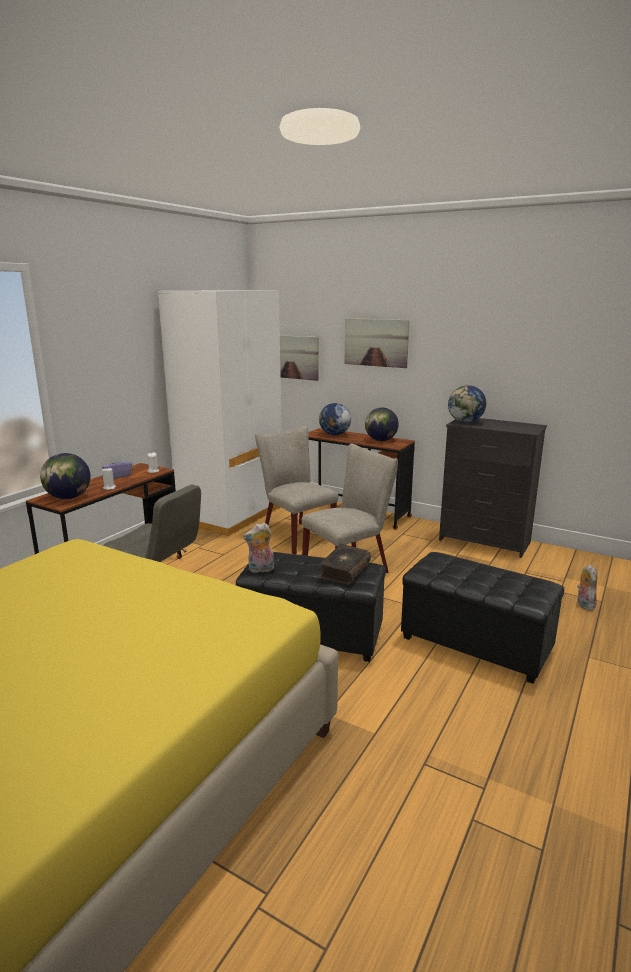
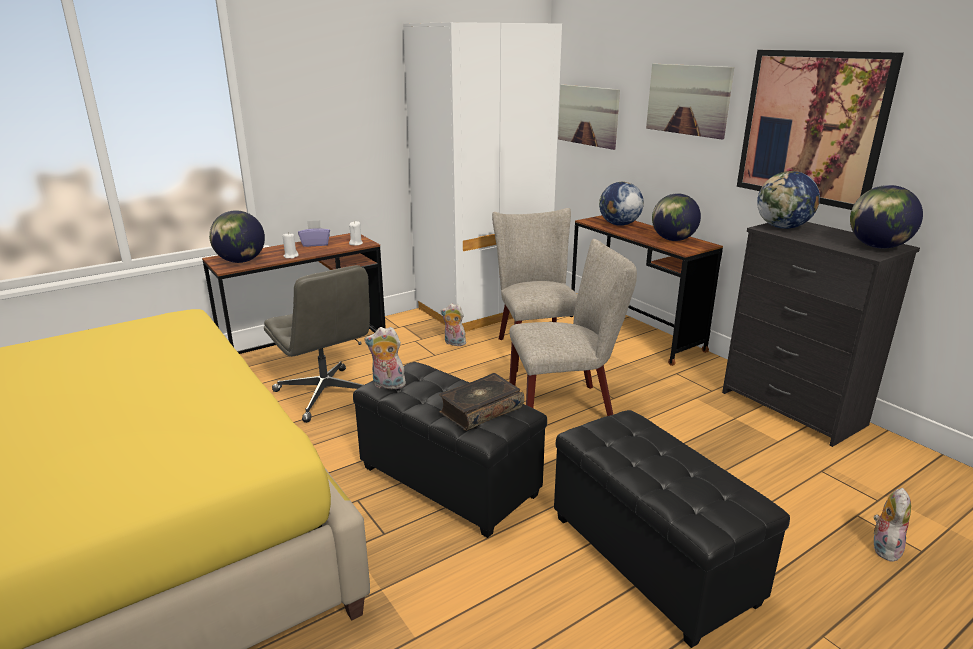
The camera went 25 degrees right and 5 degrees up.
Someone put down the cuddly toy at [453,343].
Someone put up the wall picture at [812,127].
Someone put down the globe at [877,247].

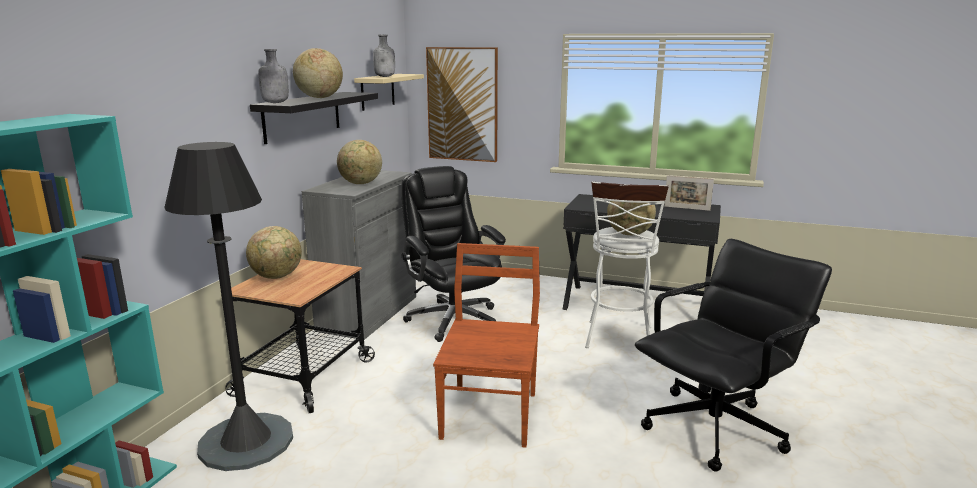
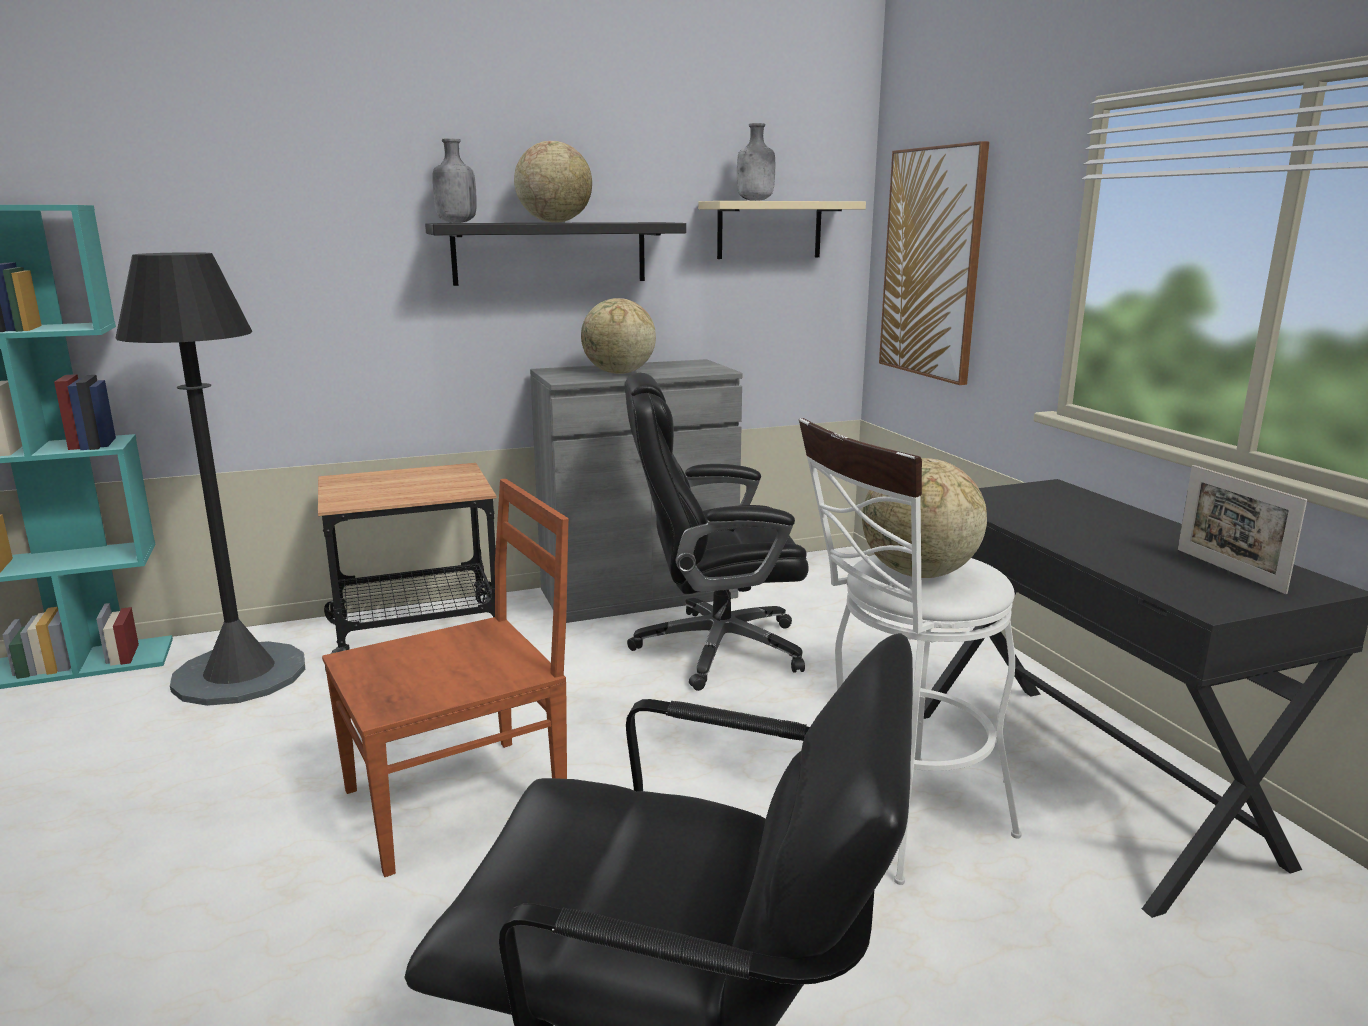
The camera went 50 degrees right and 0 degrees up.
Someone rotated the black desk chair at [453,319] by 120 degrees counterclockwise.
Someone took away the globe at [277,277].

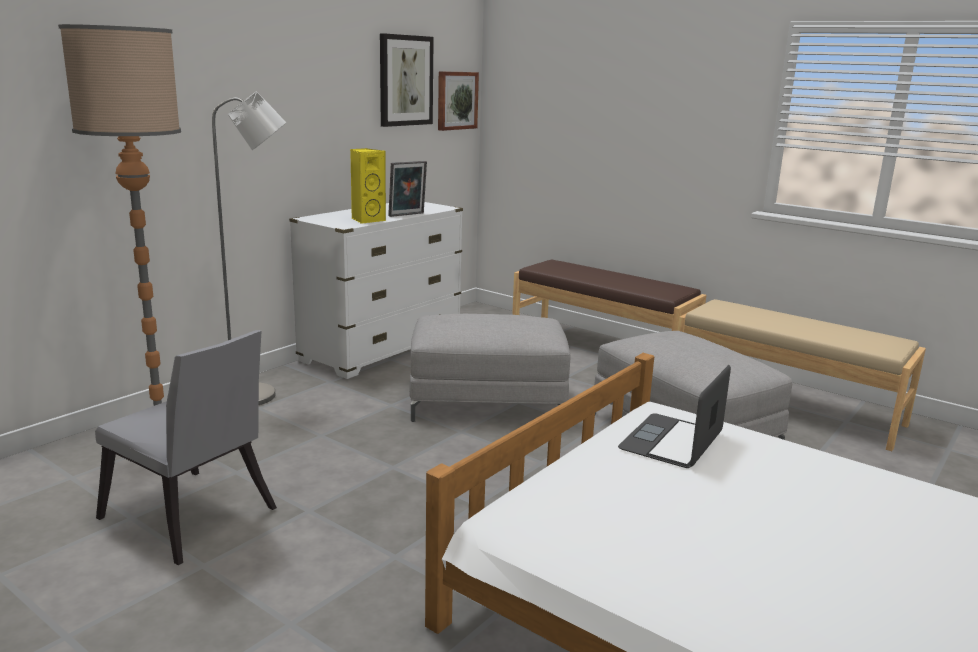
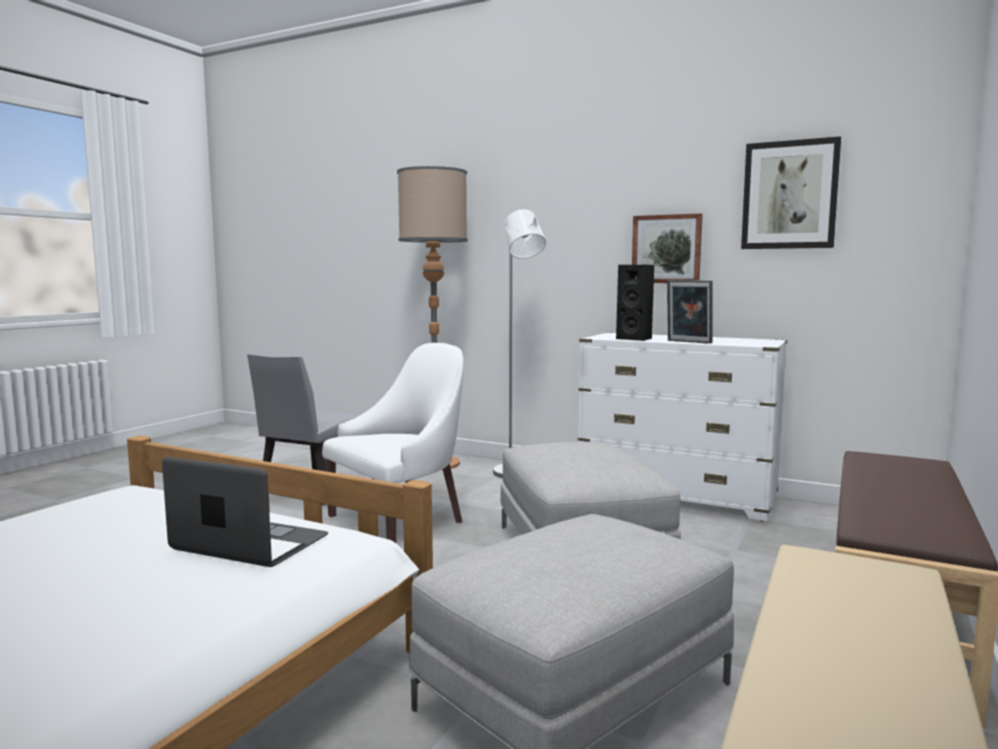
The camera went 80 degrees right and 10 degrees down.
Someone put down the white-coloured armchair at [400,520].
Someone repainted the yellowish speaker at [367,220], which became the black speaker at [636,339].
Someone carried the wall picture from [456,100] to [666,249].

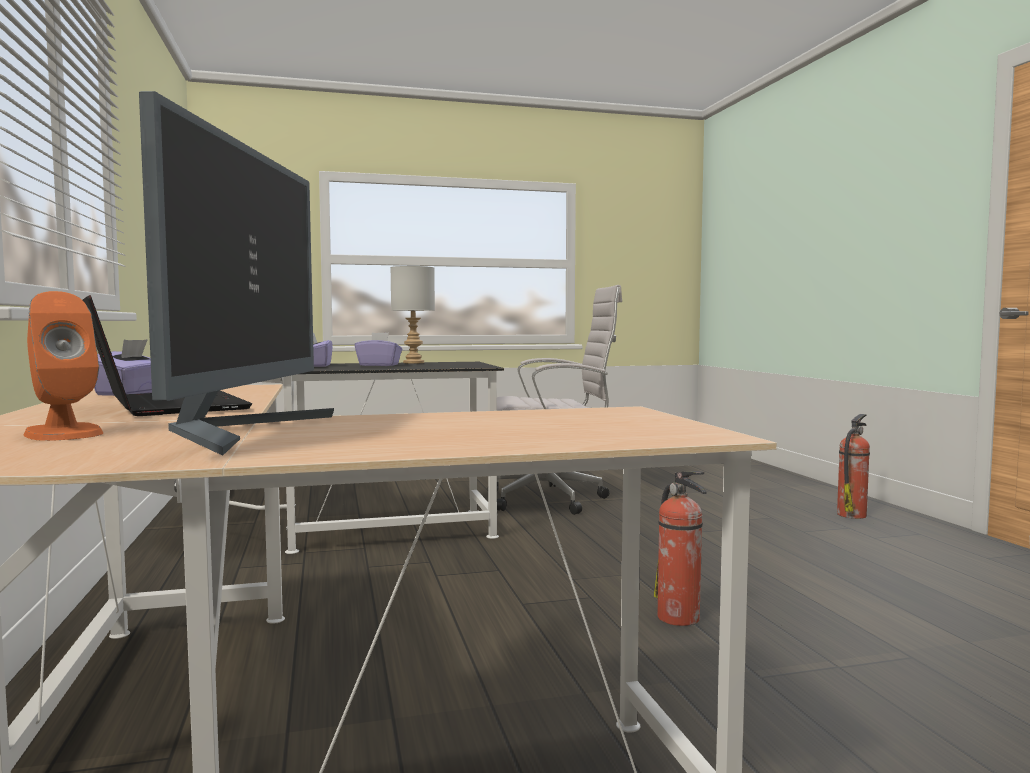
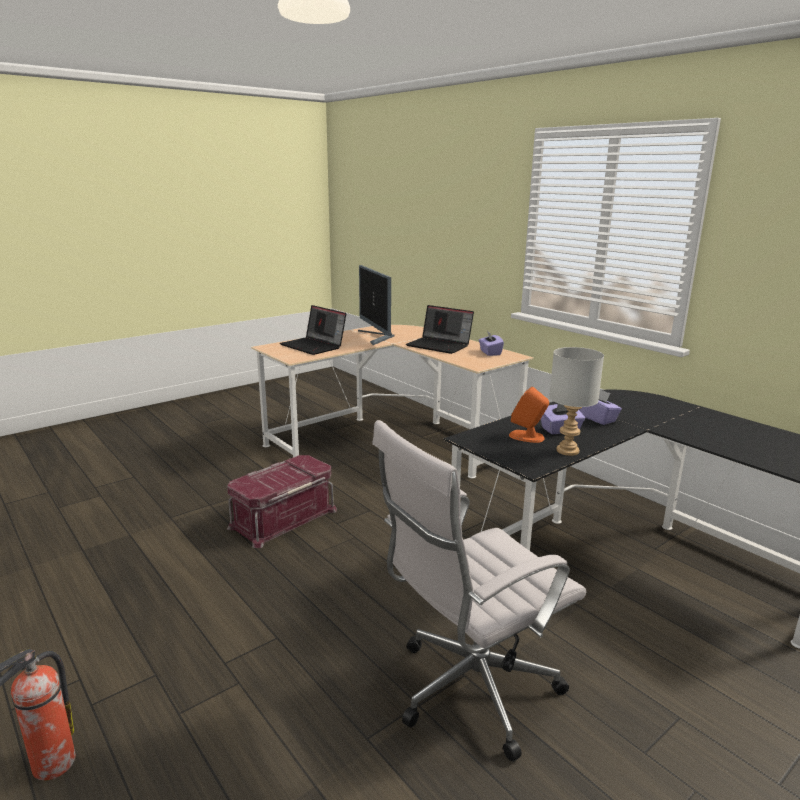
The camera went 155 degrees right and 15 degrees up.
Someone swapped the fire-fighting cylinder at [679,618] for the reddish storage container at [282,518].
Someone put down the notebook computer at [314,346].
Someone carried the orange-coloured speaker from [63,433] to [527,437].

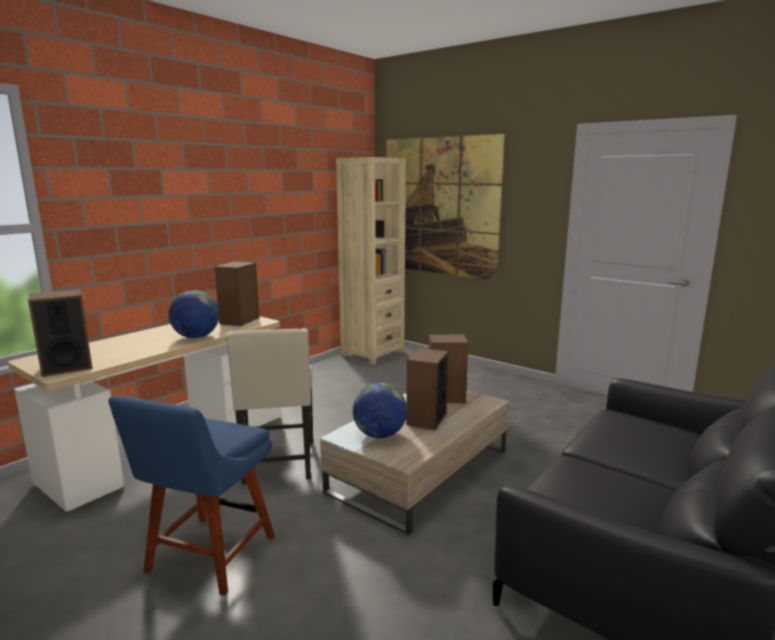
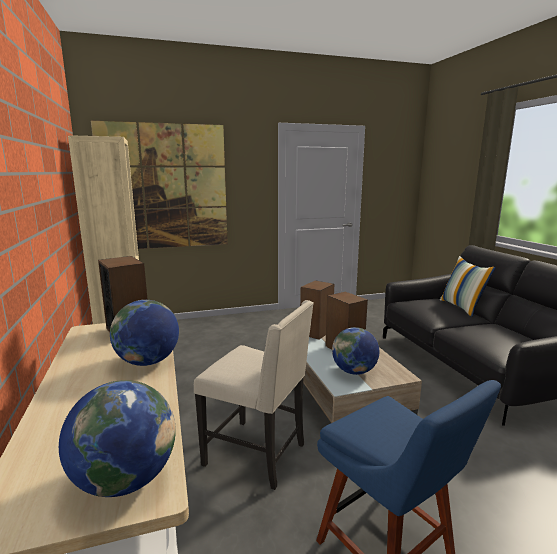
The camera went 55 degrees left and 0 degrees up.
Someone swapped the speaker at [67,367] for the globe at [125,480].
Someone put down the pillow at [462,307].

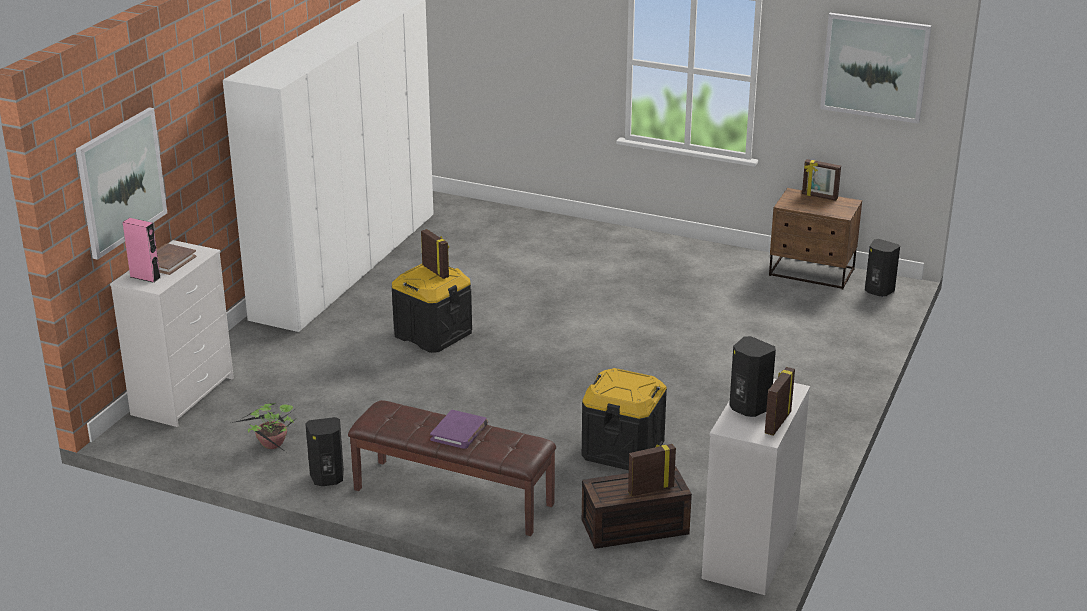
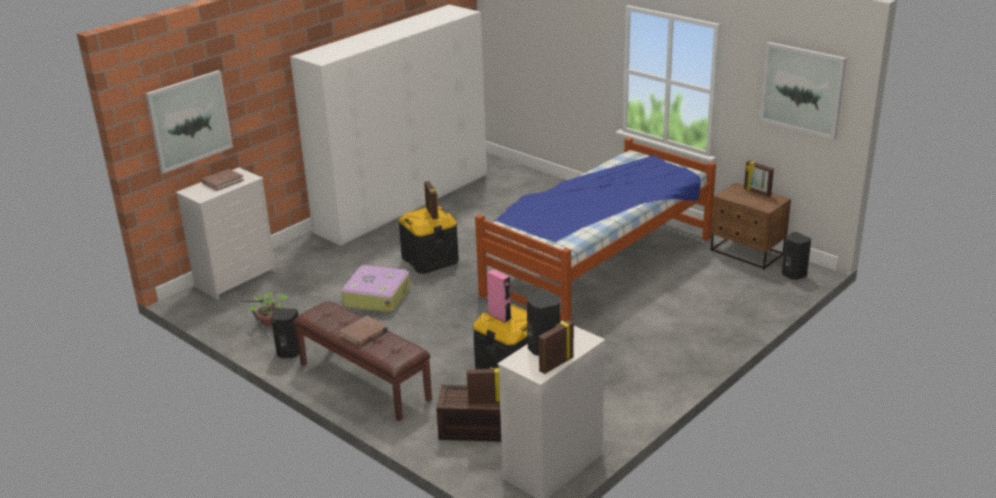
The camera went 20 degrees right and 0 degrees up.
Someone repainted the purplish volume at [459,432], which became the brownish volume at [364,333].
Someone put down the suitcase at [377,297].
Someone put down the bed at [598,265].
Someone carried the pink speaker from [145,277] to [499,316].

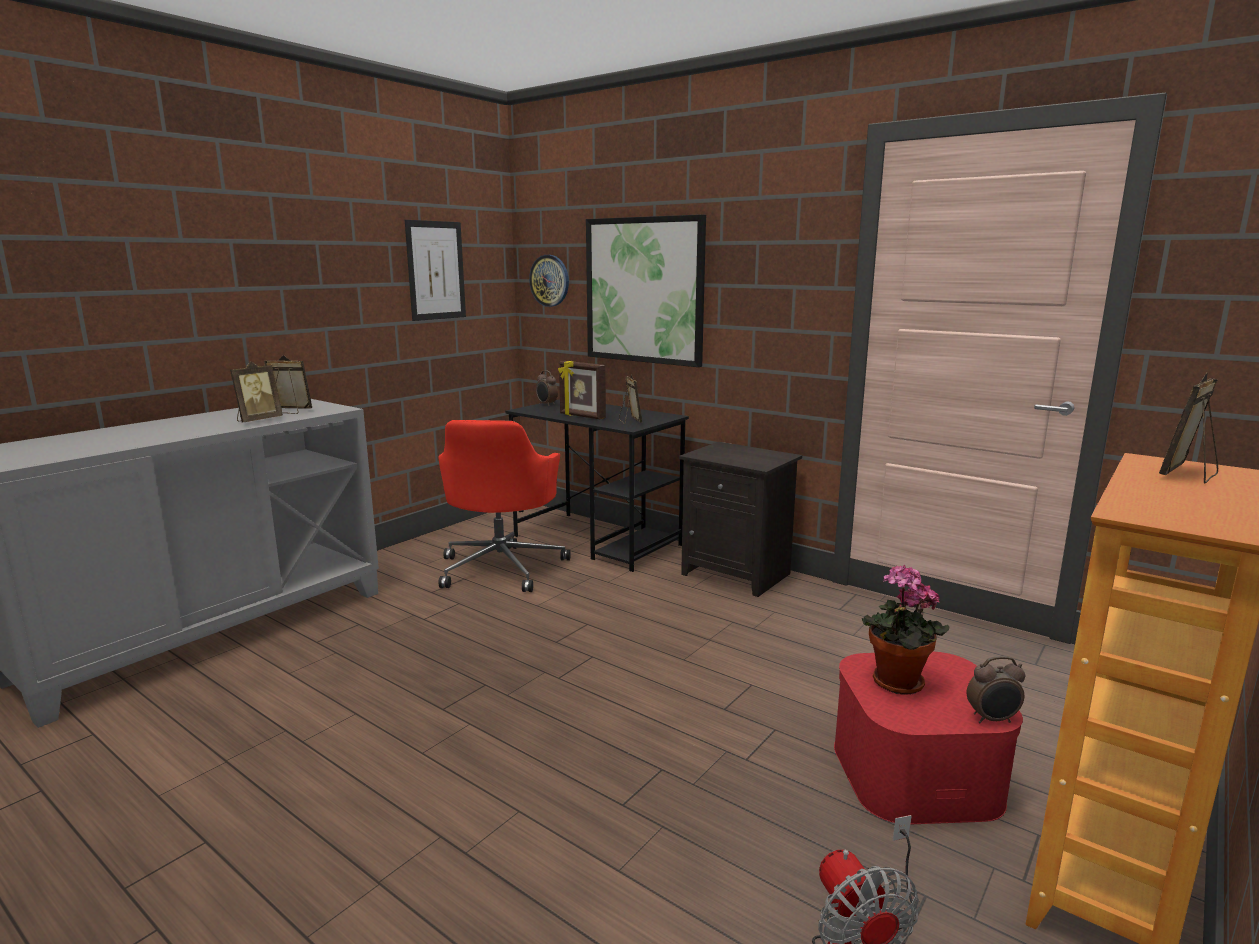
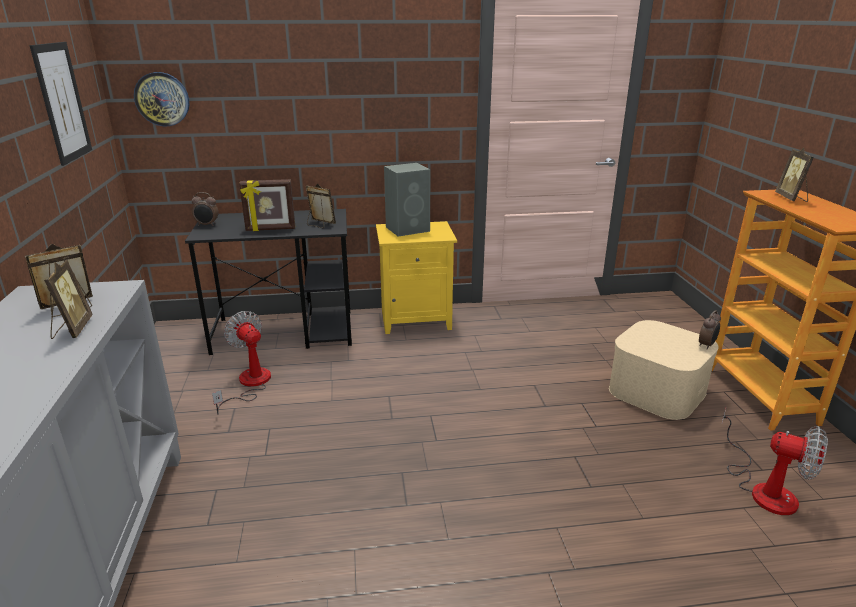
The camera went 45 degrees left and 10 degrees up.
Someone swapped the reddish desk chair at [502,567] for the electric fan at [249,384].
Someone repainted the black bedside table at [738,574], which became the yellowish bedside table at [416,319].
Someone put down the grey speaker at [408,229].
Someone repainted the reddish storage container at [915,772], which became the beige storage container at [657,390].
Someone took away the wall picture at [644,290].
Someone took away the potted plant at [895,684].

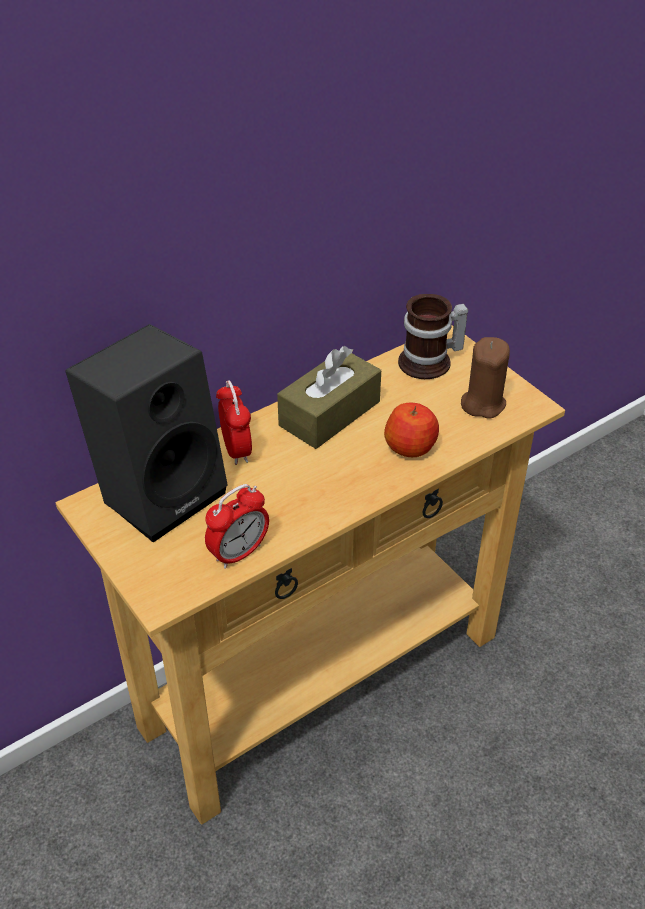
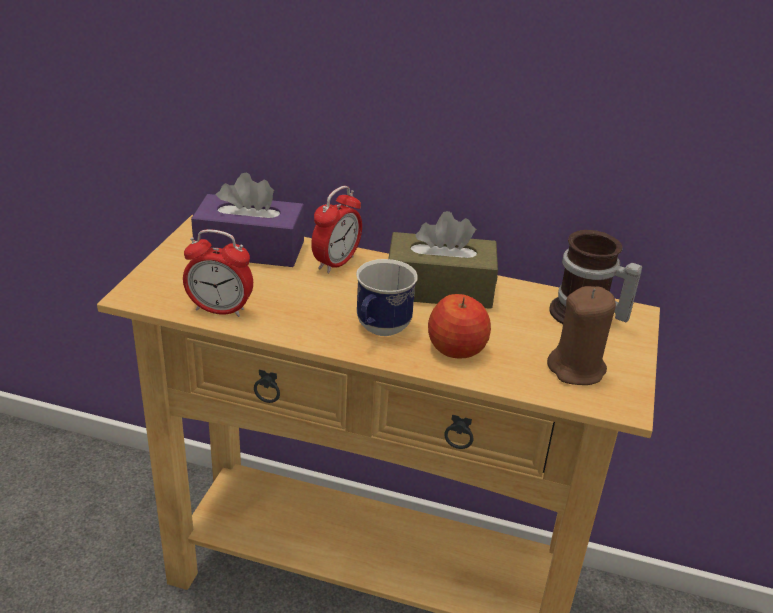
The camera went 50 degrees right and 10 degrees down.
Someone swapped the black speaker at [161,491] for the purplish tissue holder at [250,249].
Someone put down the mug at [379,330].

